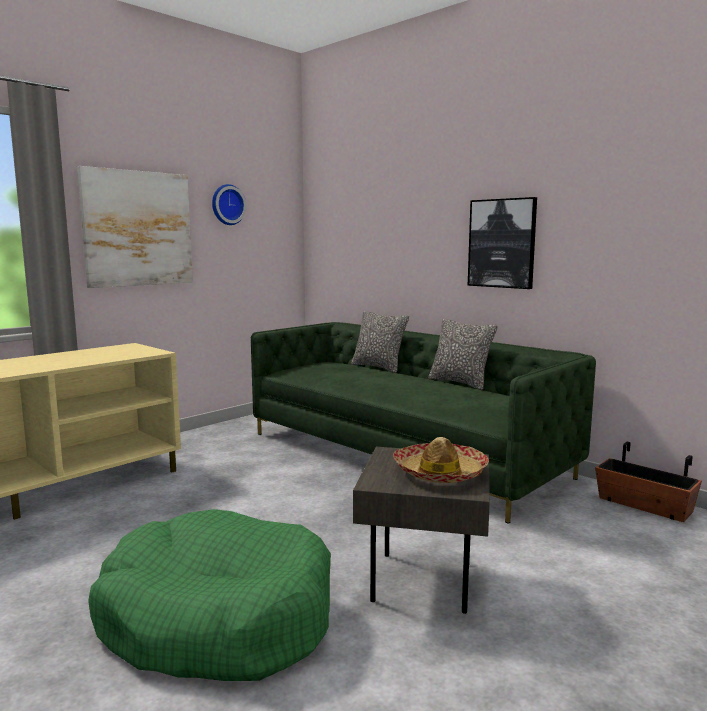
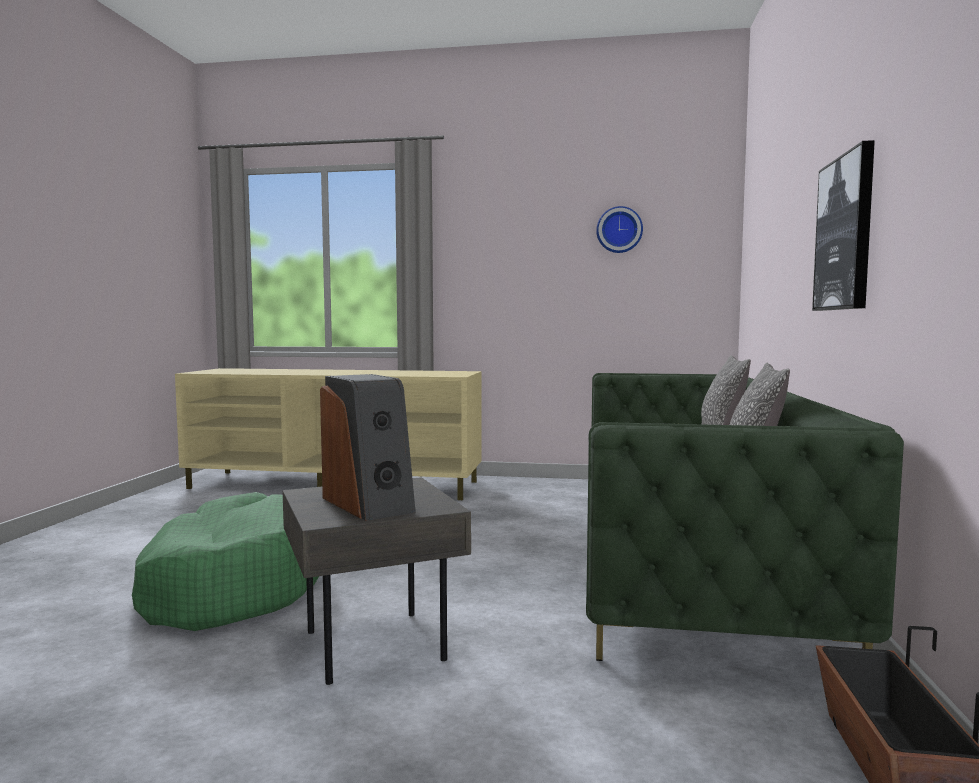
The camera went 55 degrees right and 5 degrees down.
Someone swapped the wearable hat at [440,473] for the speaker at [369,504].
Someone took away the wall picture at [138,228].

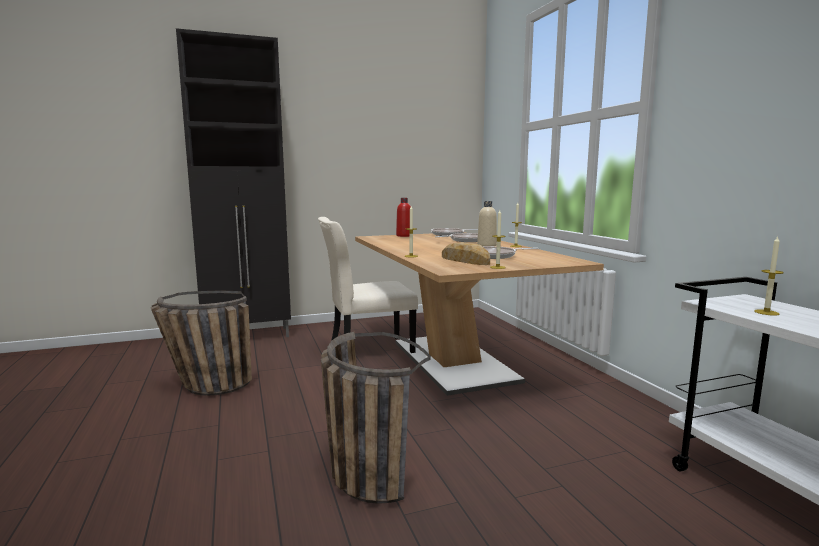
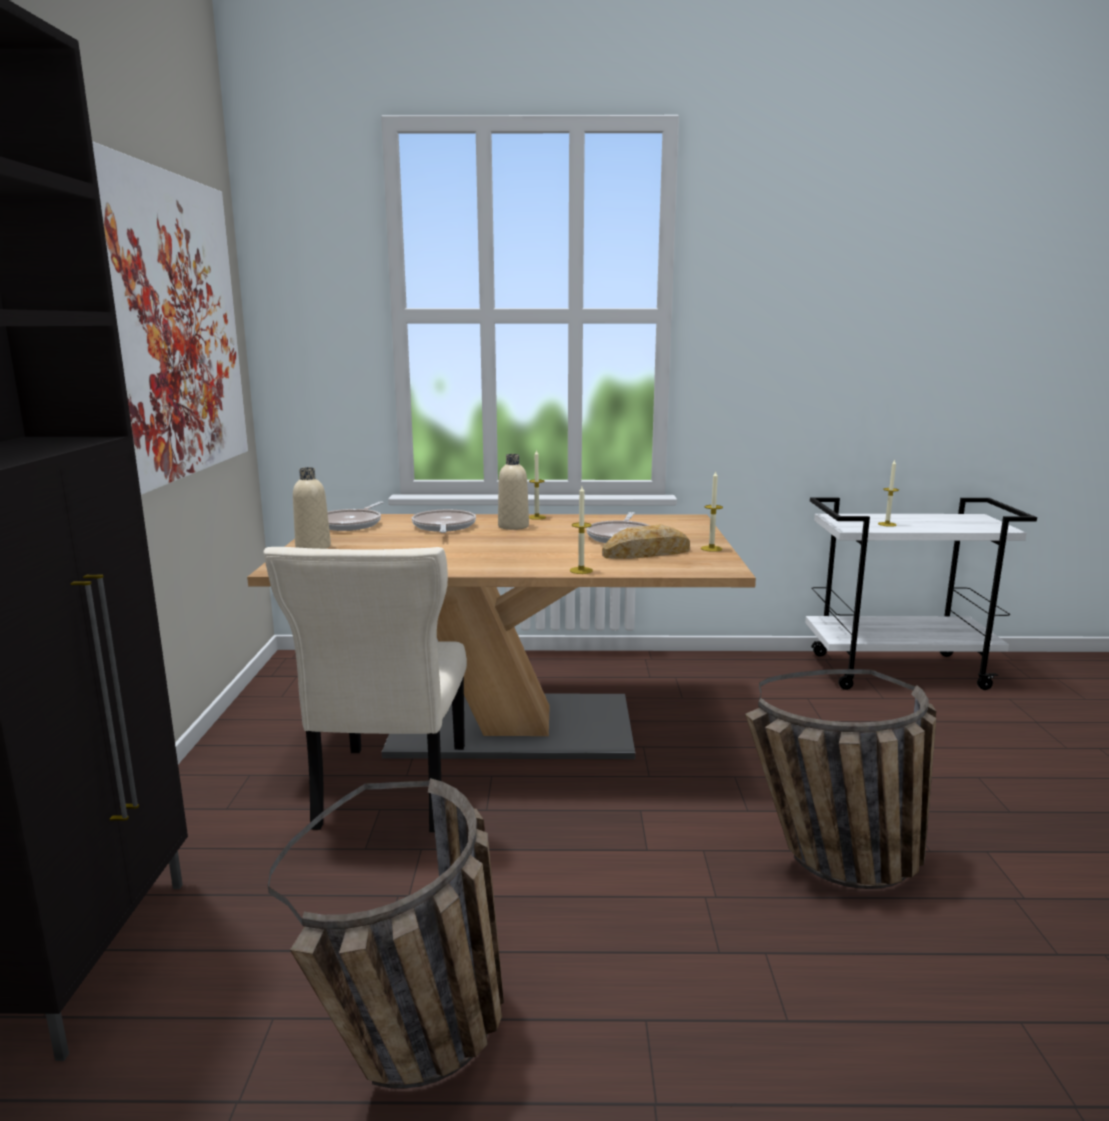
The camera went 70 degrees left and 5 degrees up.
Someone put up the wall picture at [167,327].
Someone repainted the reddish beverage bottle at [404,236], which became the beige beverage bottle at [313,547].

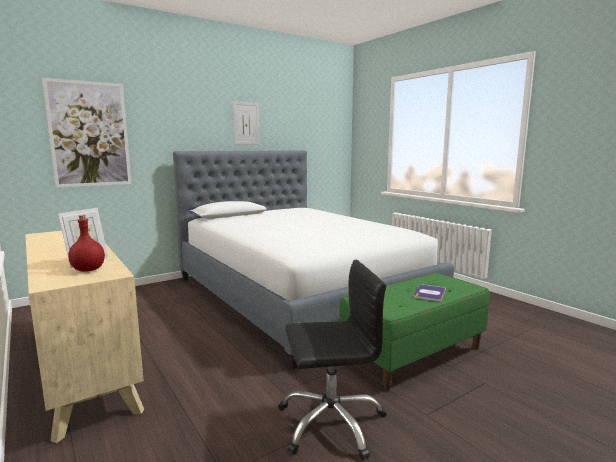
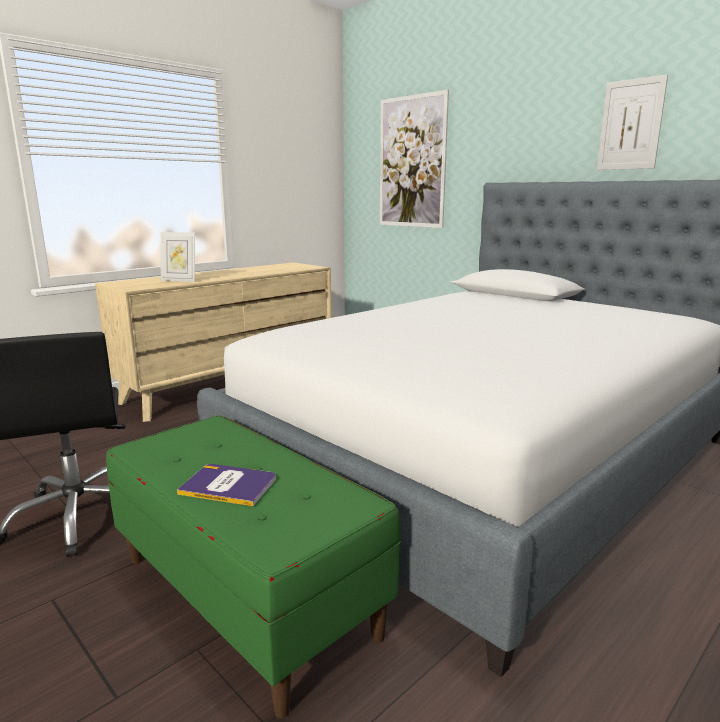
The camera went 80 degrees right and 5 degrees up.
Someone took away the reddish beverage bottle at [87,270].

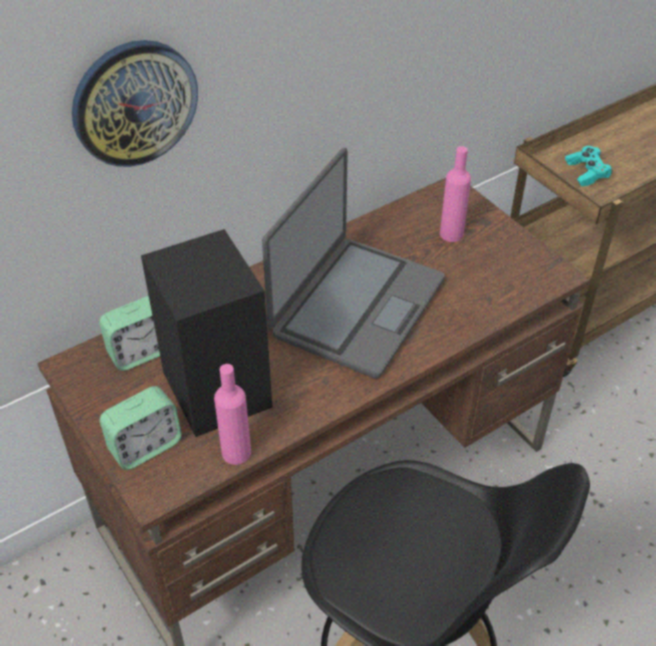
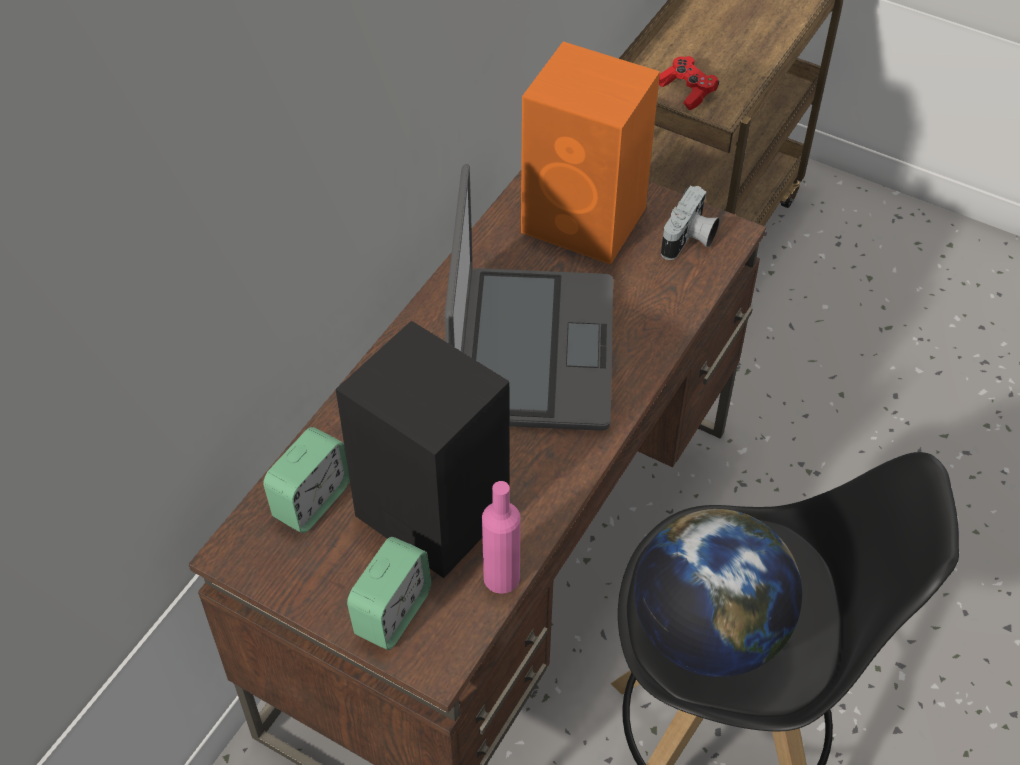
The camera went 25 degrees left and 5 degrees up.
Someone swapped the pink beverage bottle at [451,234] for the orange-coloured speaker at [586,221].
Someone put down the globe at [708,632].
Someone repainted the turquoise joypad at [586,173], which became the reddish joypad at [687,91].
Someone put down the still camera at [690,240].
Someone took away the clock on the wall at [134,103].

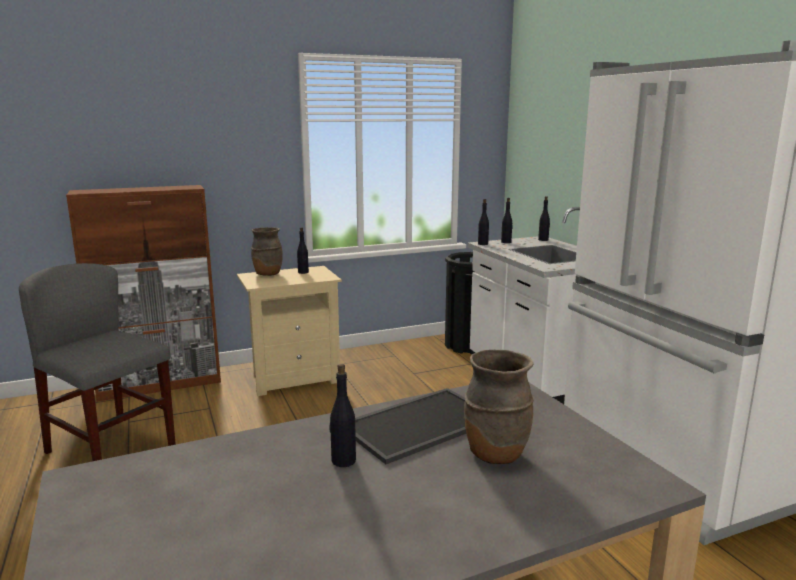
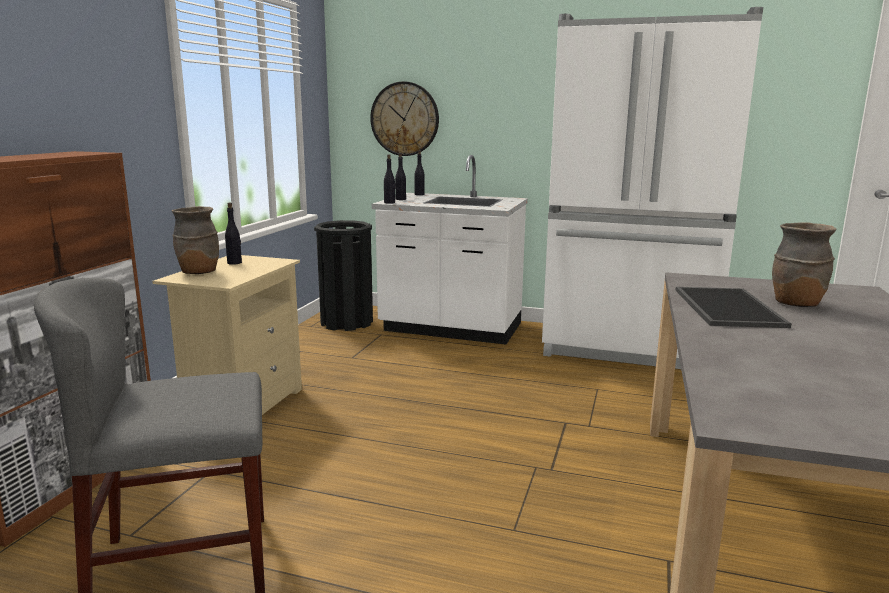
The camera went 50 degrees left and 0 degrees up.
Someone put up the clock on the wall at [404,119].
Someone took away the black beverage bottle at [343,461].

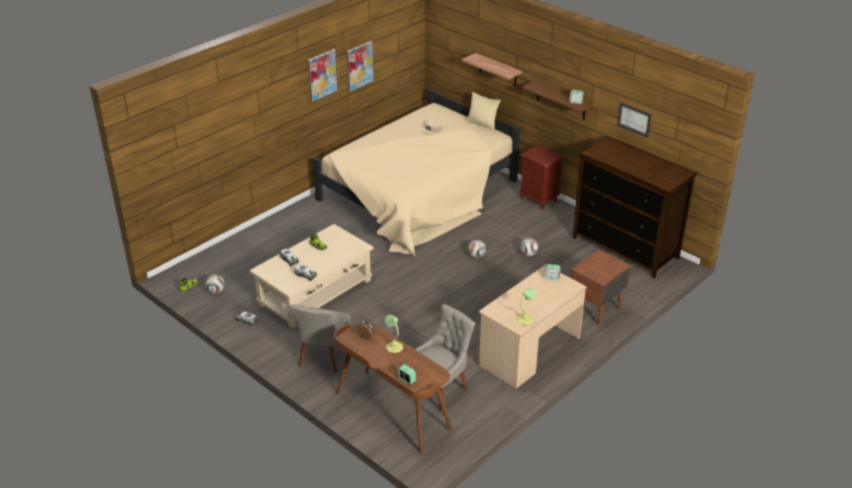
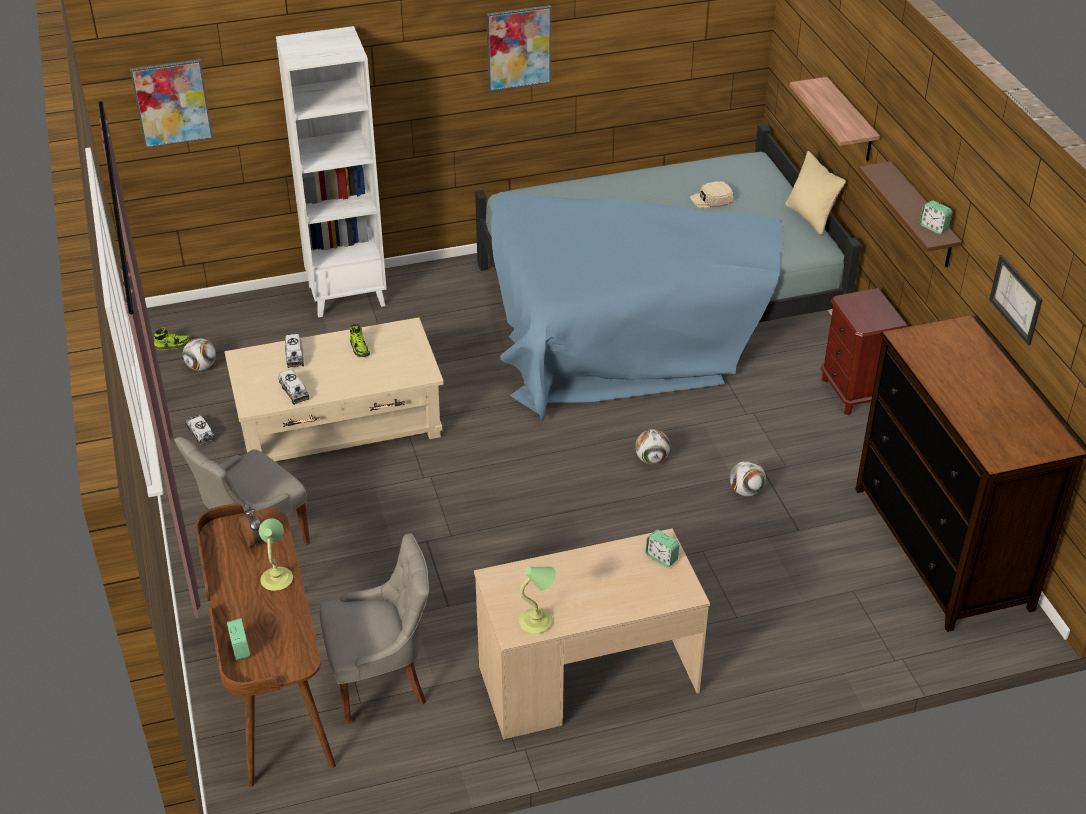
The camera went 30 degrees right and 5 degrees up.
Someone carried the wall picture from [359,66] to [172,103].
Someone put down the white-coloured bookshelf at [347,295].
Someone repainted the beige bed at [418,194], which became the blue bed at [650,310].
Someone took away the brownish bedside table at [595,310].

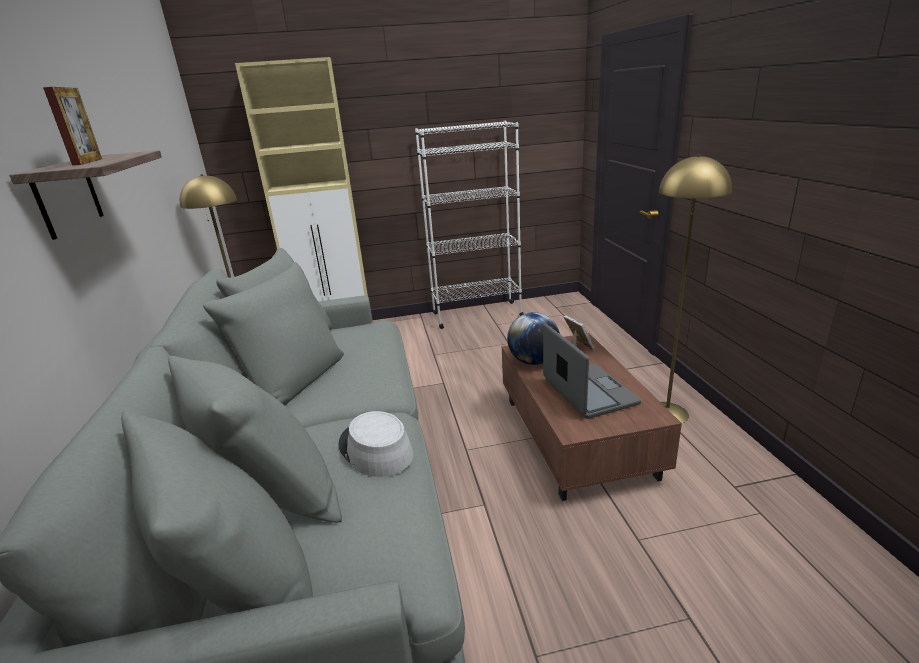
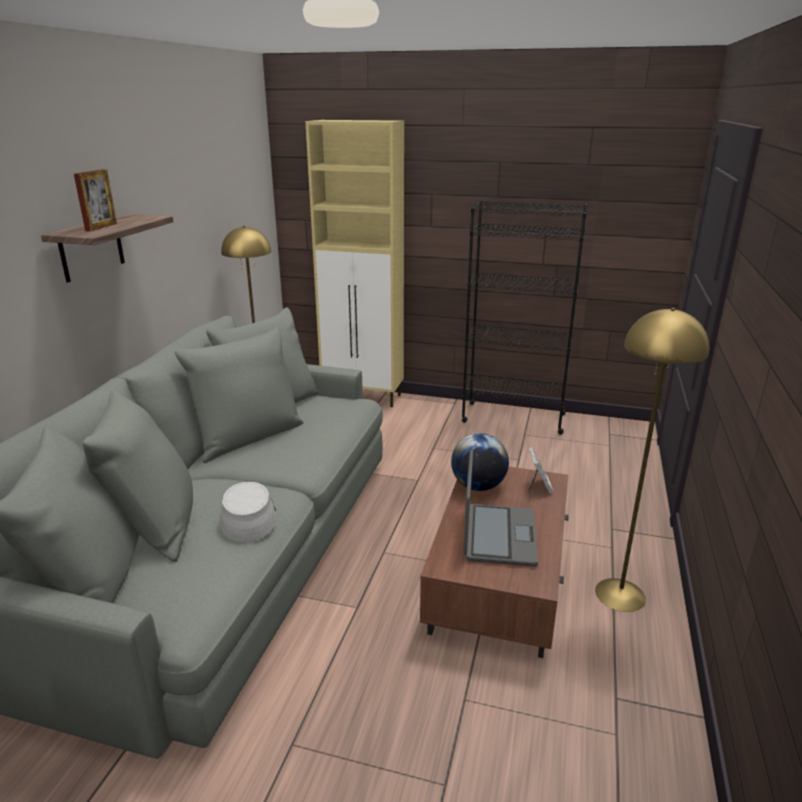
The camera went 25 degrees right and 0 degrees up.
Someone repainted the white-coloured bookshelf at [477,315], which became the black bookshelf at [513,418].

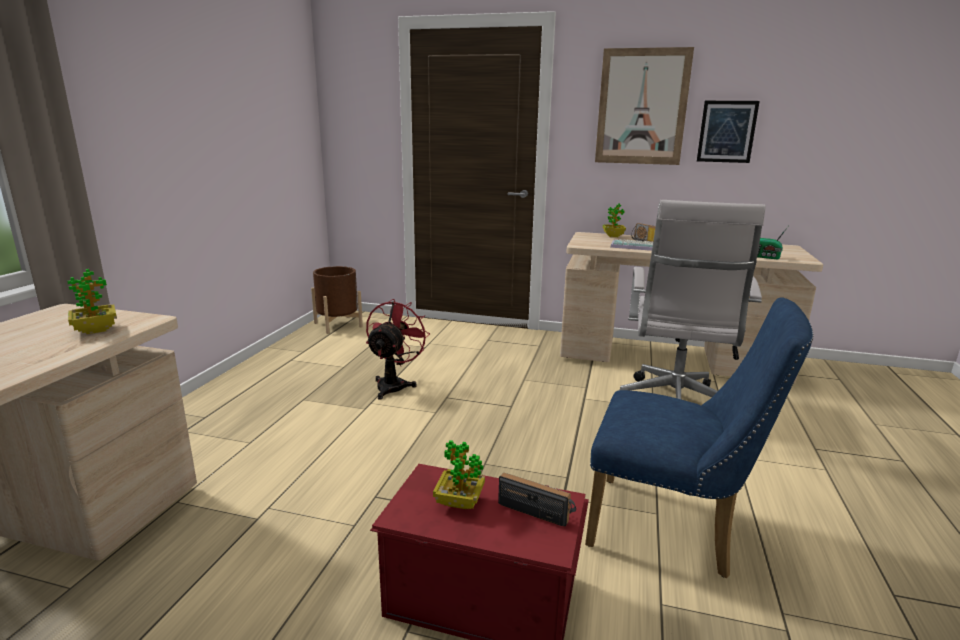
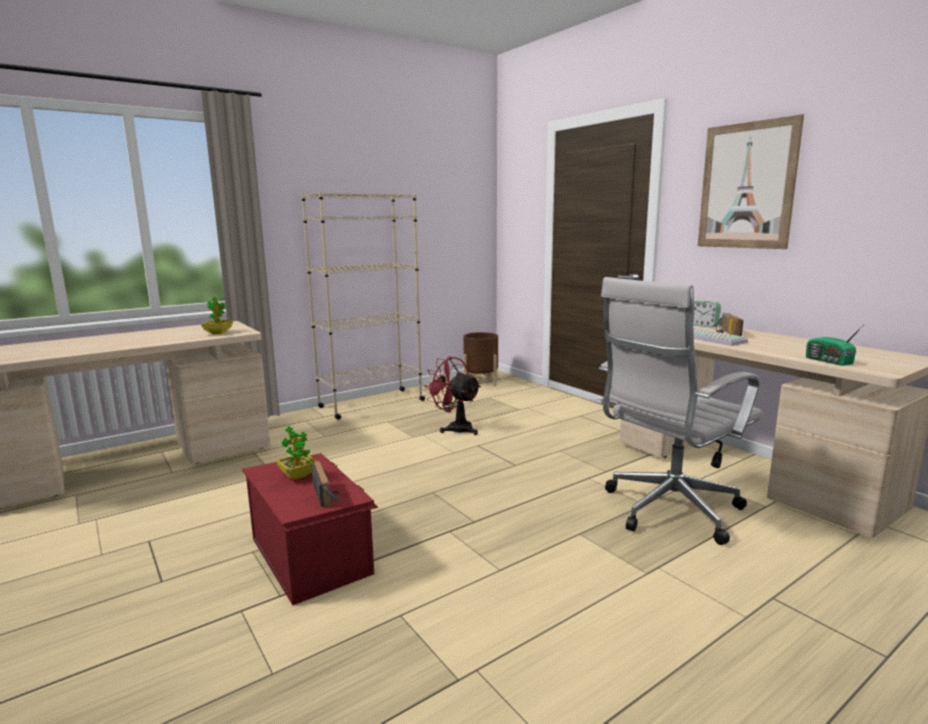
The camera went 40 degrees right and 5 degrees down.
Someone put down the beige bookshelf at [371,404].
Someone rotated the reddish electric fan at [394,385] by 105 degrees counterclockwise.
Someone swapped the potted plant at [613,236] for the table clock at [703,325].
Someone took away the blue upright chair at [672,530].
Someone took away the wall picture at [727,131].

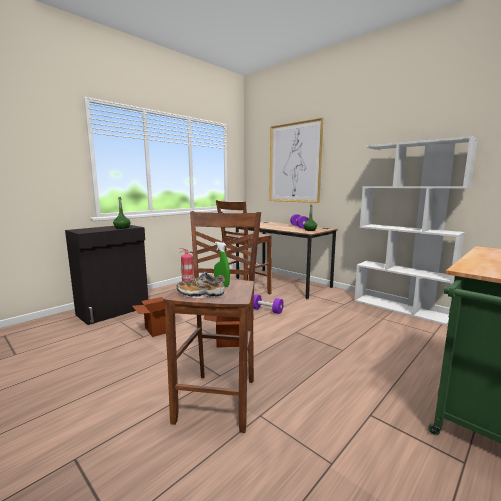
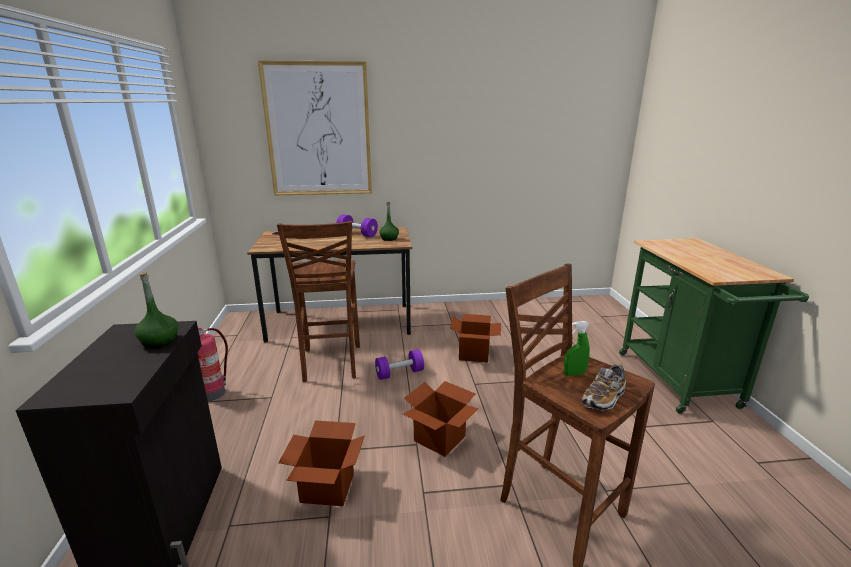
The camera went 50 degrees left and 10 degrees up.
Someone put down the carton at [474,354].
Someone took away the white-coloured bookshelf at [400,308].

